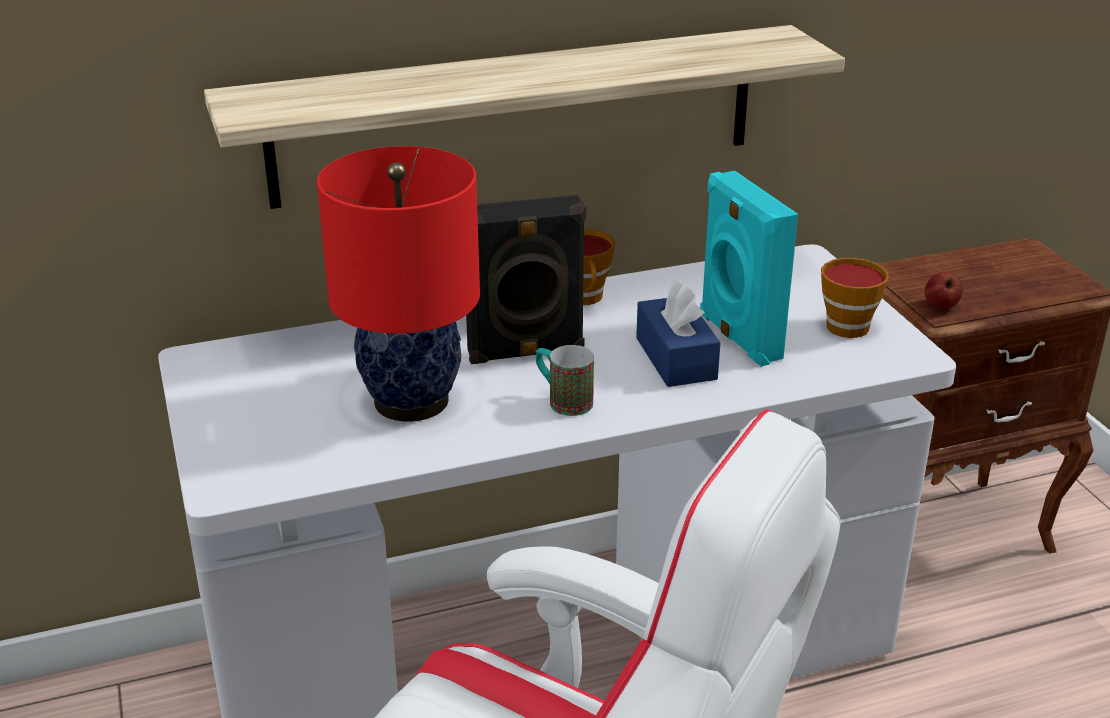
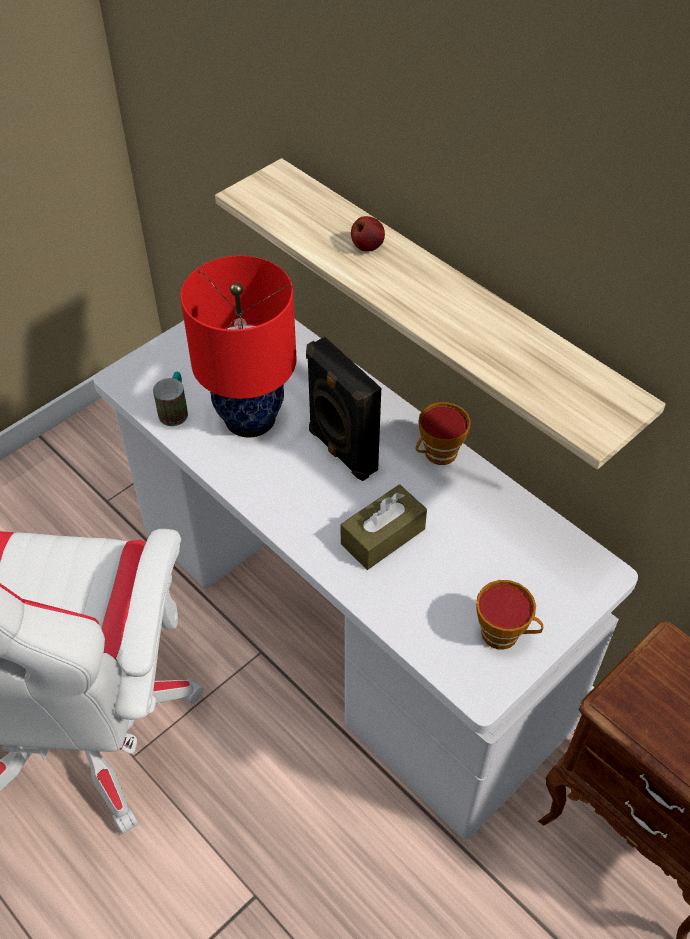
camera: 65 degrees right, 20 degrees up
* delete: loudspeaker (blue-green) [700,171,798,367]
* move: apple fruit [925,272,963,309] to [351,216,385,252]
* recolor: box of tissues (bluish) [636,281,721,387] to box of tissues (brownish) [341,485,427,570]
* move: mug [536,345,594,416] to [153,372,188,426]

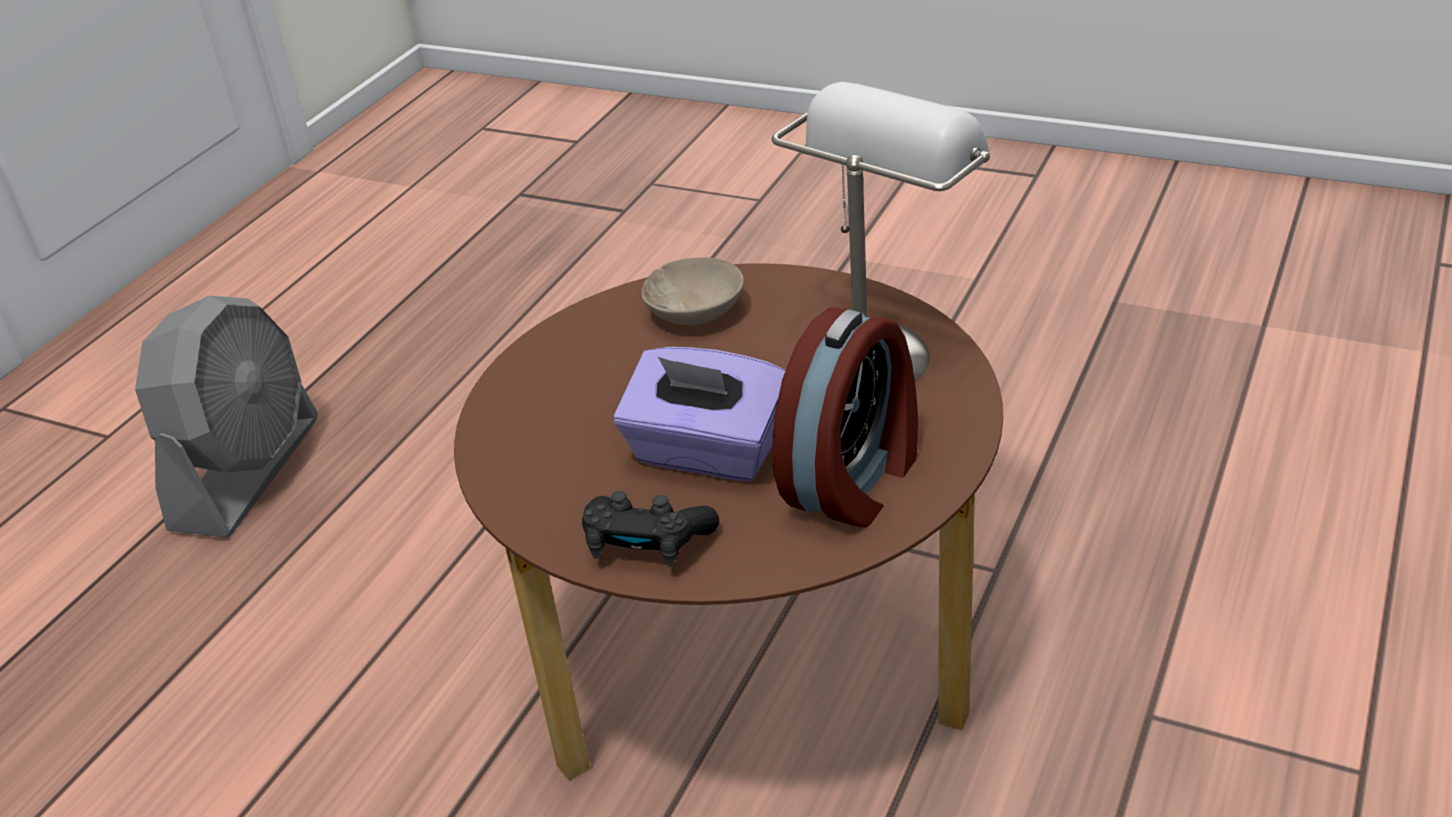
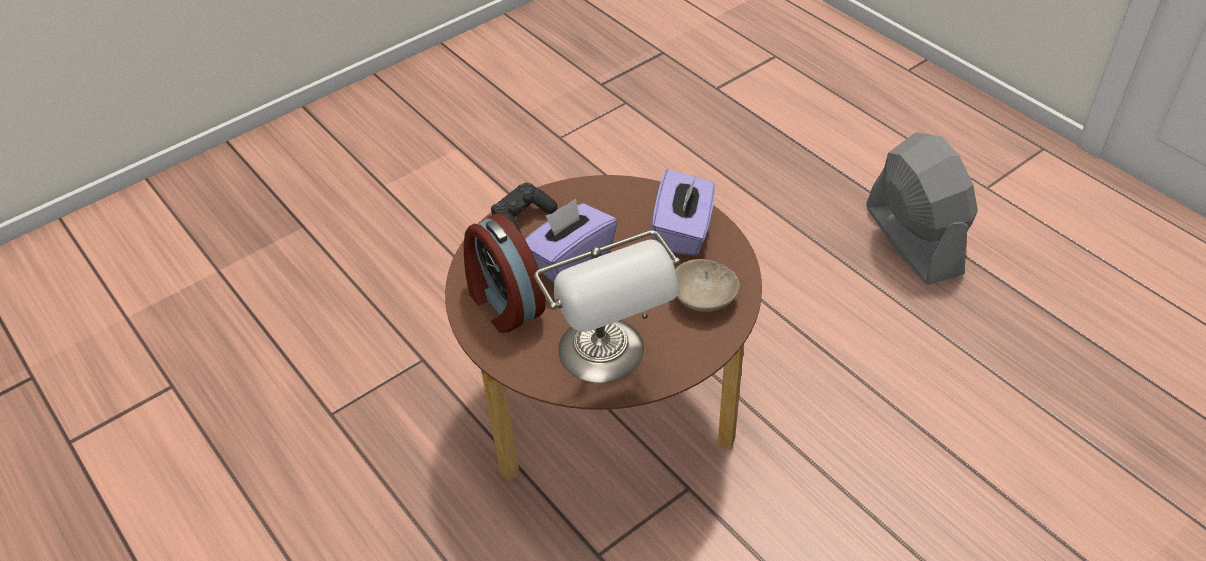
camera: 115 degrees right, 10 degrees up
* rotate: electric fan (grey) [135,296,318,537] = [866,132,978,285] 150 degrees counterclockwise
* insert: box of tissues (purple) [652,169,715,256]

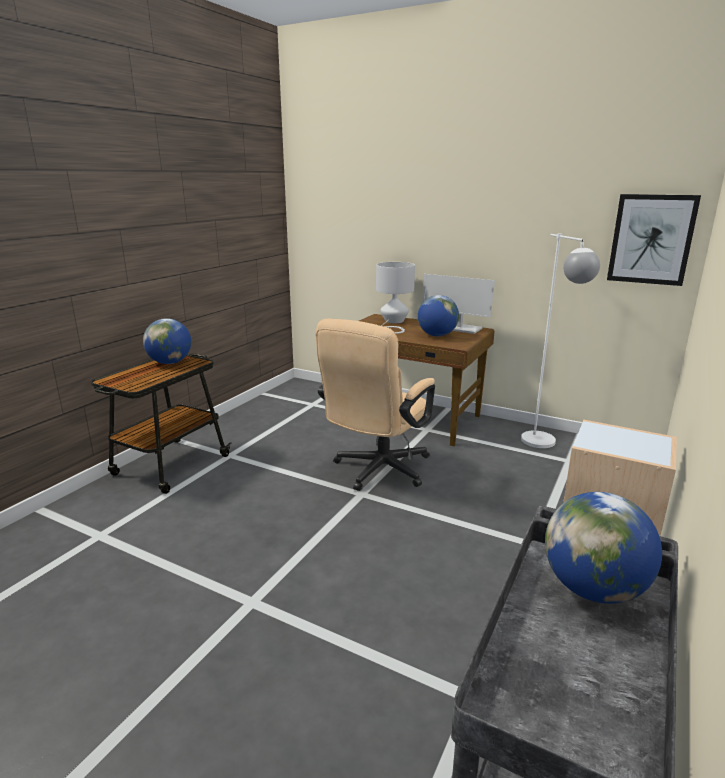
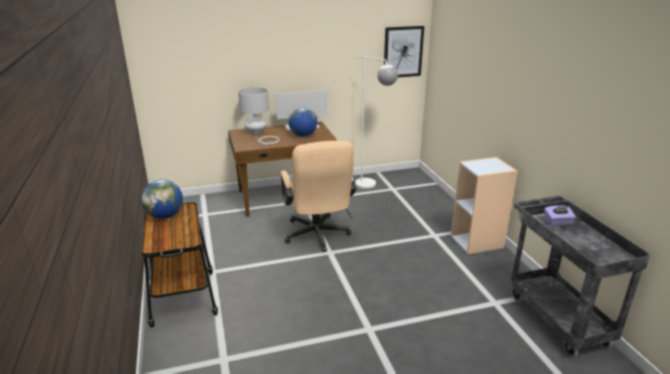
camera: 45 degrees left, 5 degrees up
* replace: globe [545,492,662,604] to box of tissues (purple) [544,205,576,226]

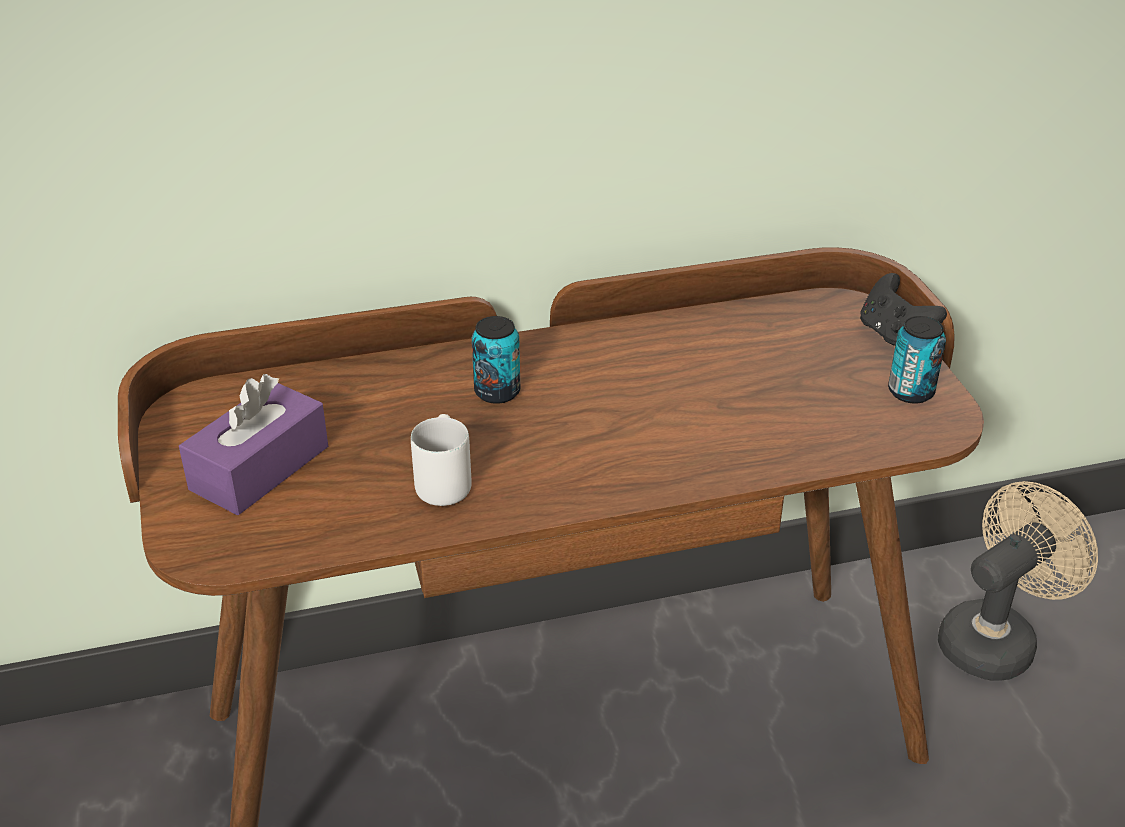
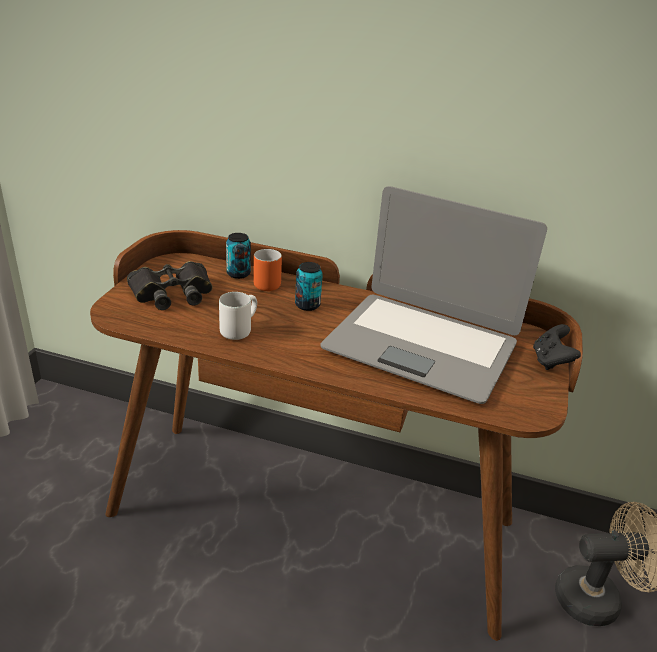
camera: 30 degrees right, 5 degrees down
* move: sealed can [888,316,946,404] to [226,233,251,279]
* replace: box of tissues (purple) [179,374,328,515] to binoculars (blackish) [127,261,212,310]
* insert: laptop [321,186,547,404]
* insert: mug (orangey) [254,249,282,291]

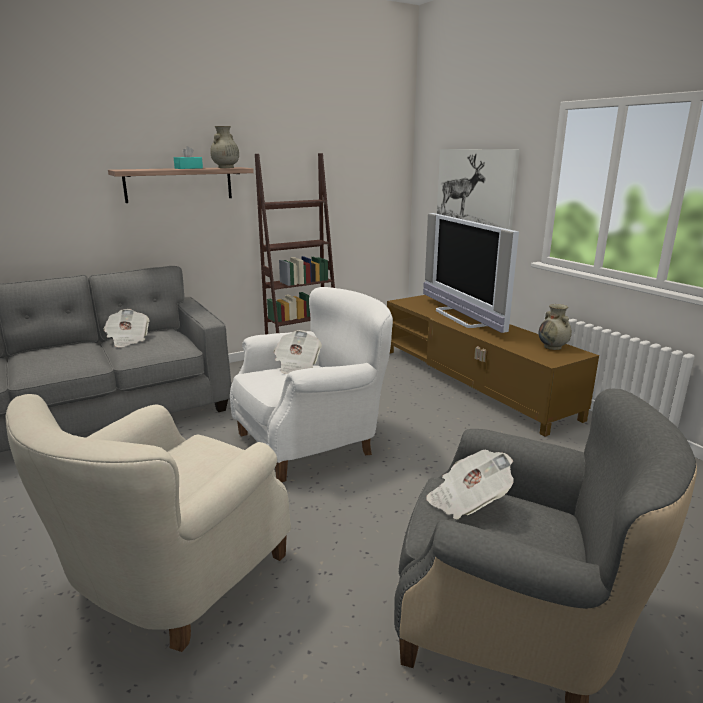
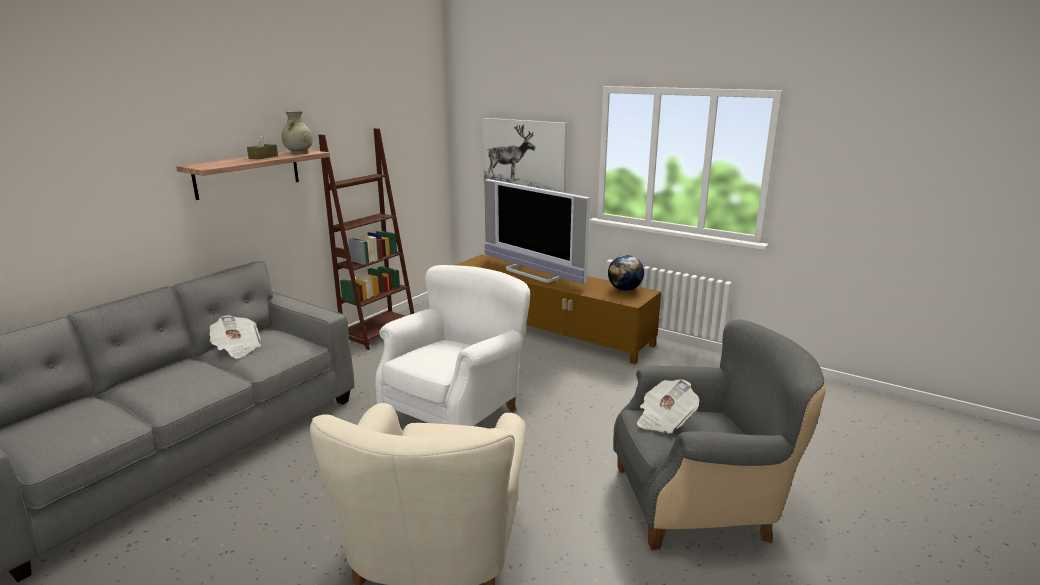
camera: 25 degrees left, 0 degrees up
* recolor: box of tissues (blue-green) [174,146,203,169] to box of tissues (brownish) [247,135,278,159]
* replace: flower vase (beige-coloured) [538,304,572,350] to globe [608,255,644,291]
* delete: daily paper [274,330,322,374]

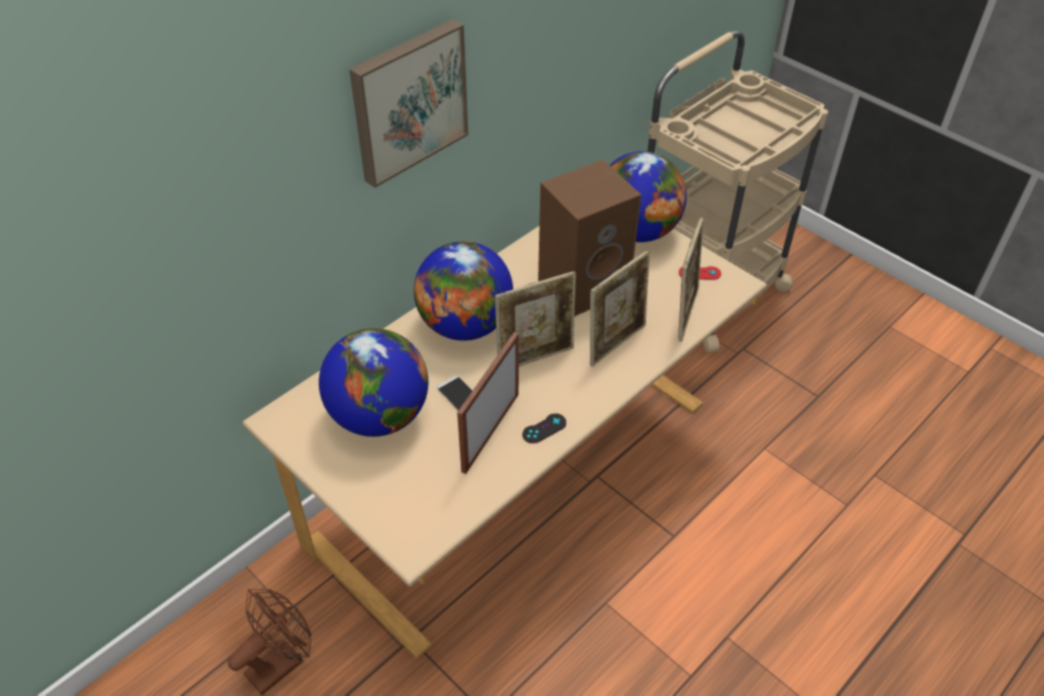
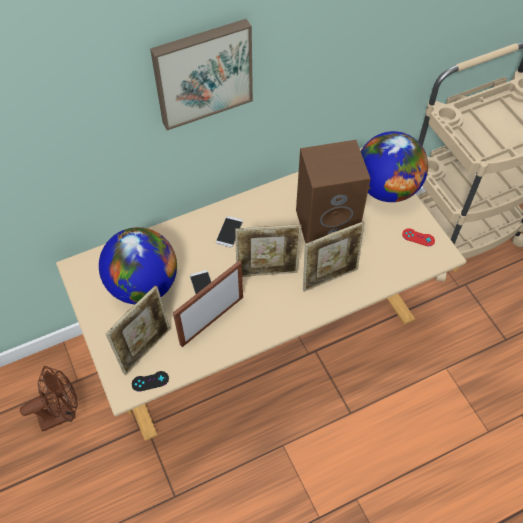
camera: 20 degrees right, 10 degrees up
* move: standing frame [678,217,704,342] to [105,285,170,375]
* replace: globe [414,241,513,341] to phone [216,216,243,248]
* move: gamepad (blackish) [522,413,566,443] to [132,371,169,392]

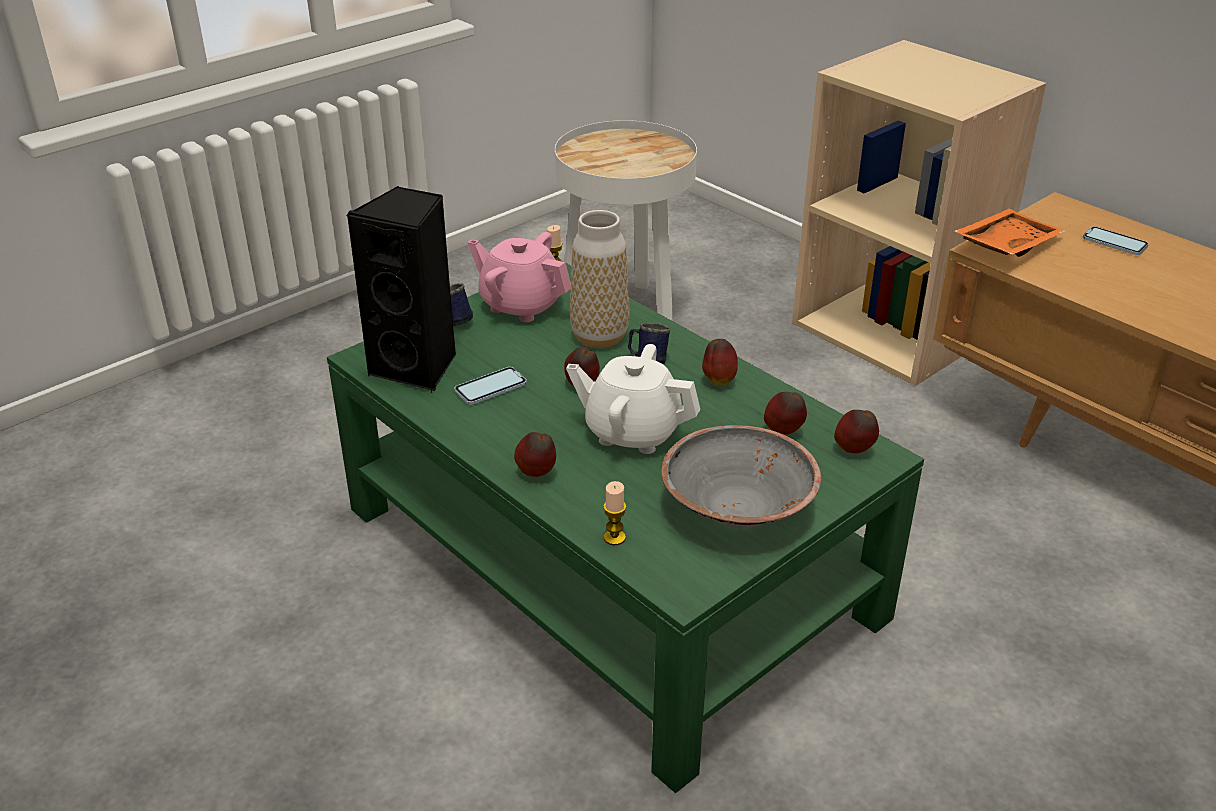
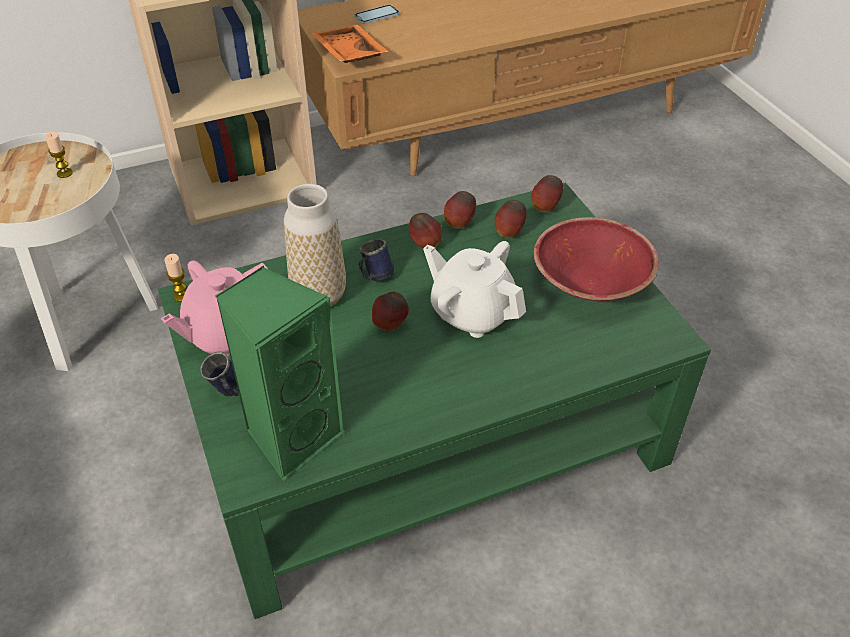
camera: 70 degrees left, 10 degrees up
* recolor: loudspeaker (blackish) [346,186,457,392] to loudspeaker (green) [215,266,345,481]
* rotate: tea pot (white) [566,344,700,454] = [423,241,526,338] 90 degrees clockwise
* delete: phone [454,367,527,405]
* recolor: bowl (grey) [661,425,821,529] to bowl (reddish) [534,217,659,301]
* move: apple fruit [514,432,556,477] to [444,191,476,228]
* move: wax light [603,481,626,545] to [45,131,73,178]

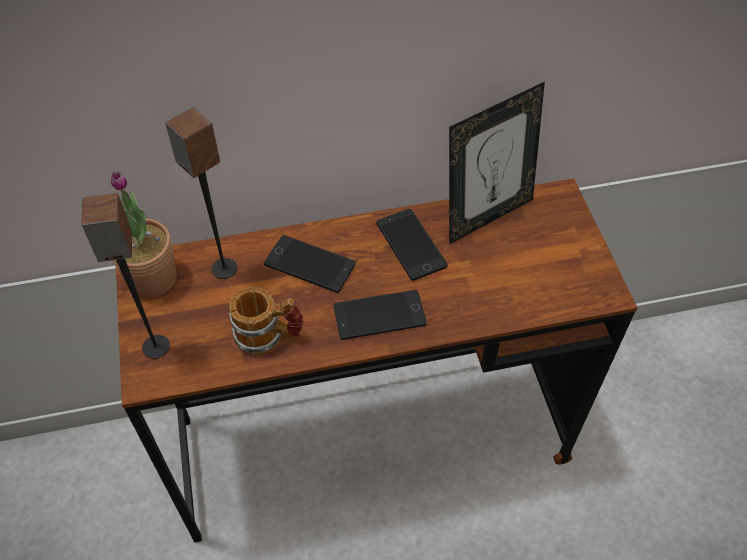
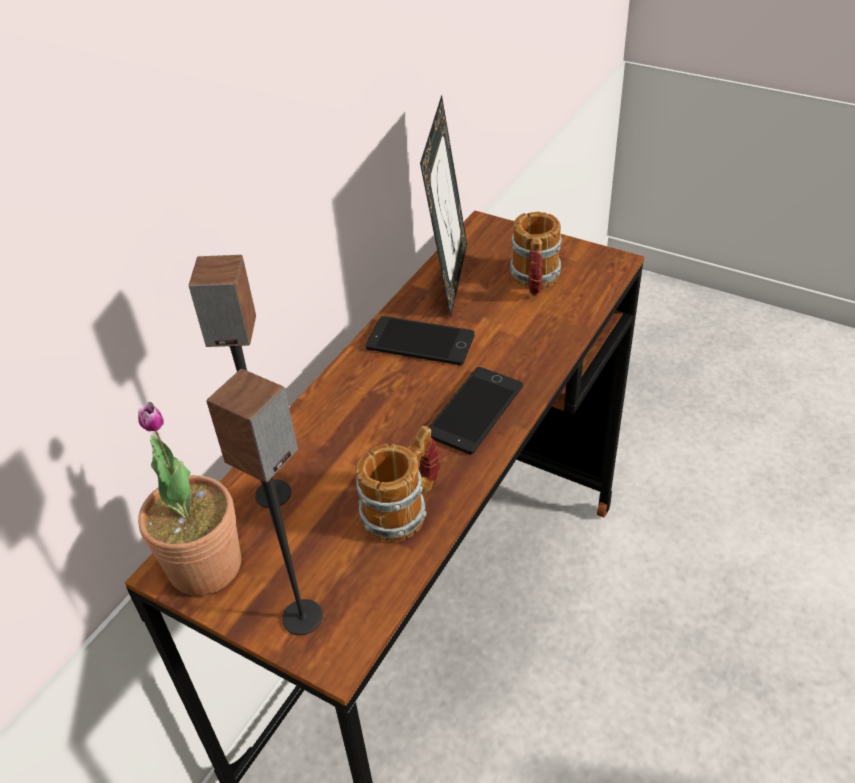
camera: 45 degrees left, 10 degrees down
* delete: phone [264,235,355,293]
* insert: mug [510,212,562,296]

